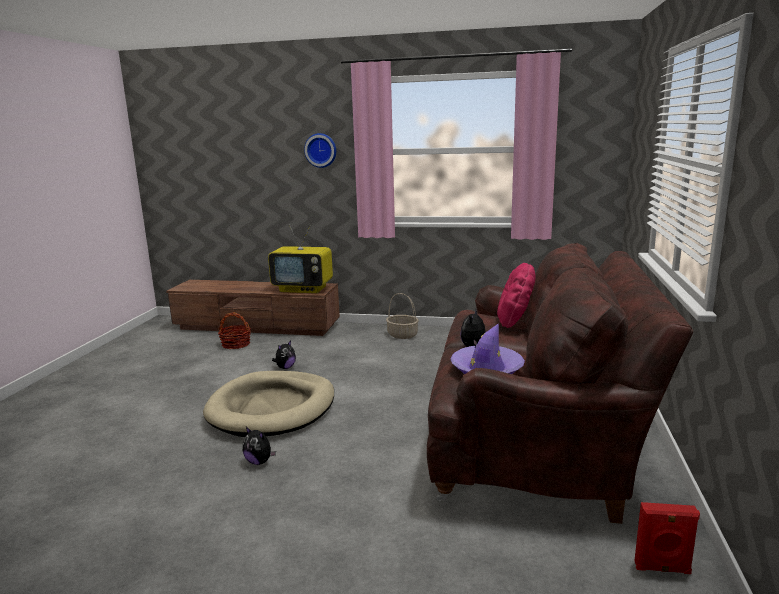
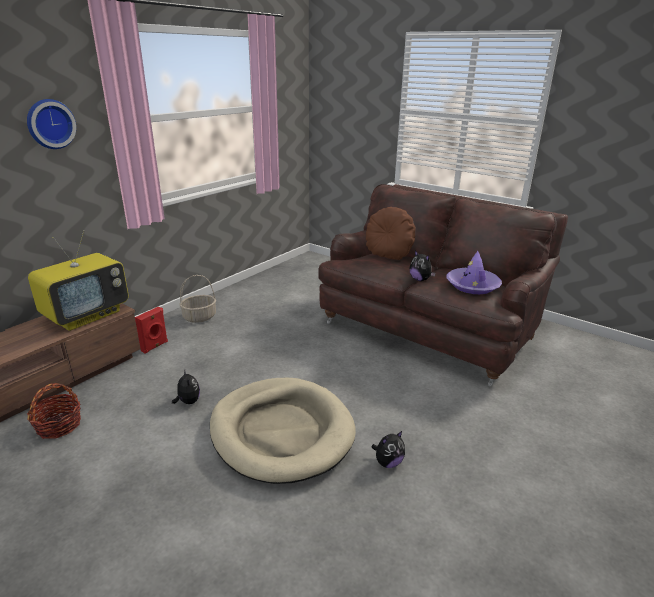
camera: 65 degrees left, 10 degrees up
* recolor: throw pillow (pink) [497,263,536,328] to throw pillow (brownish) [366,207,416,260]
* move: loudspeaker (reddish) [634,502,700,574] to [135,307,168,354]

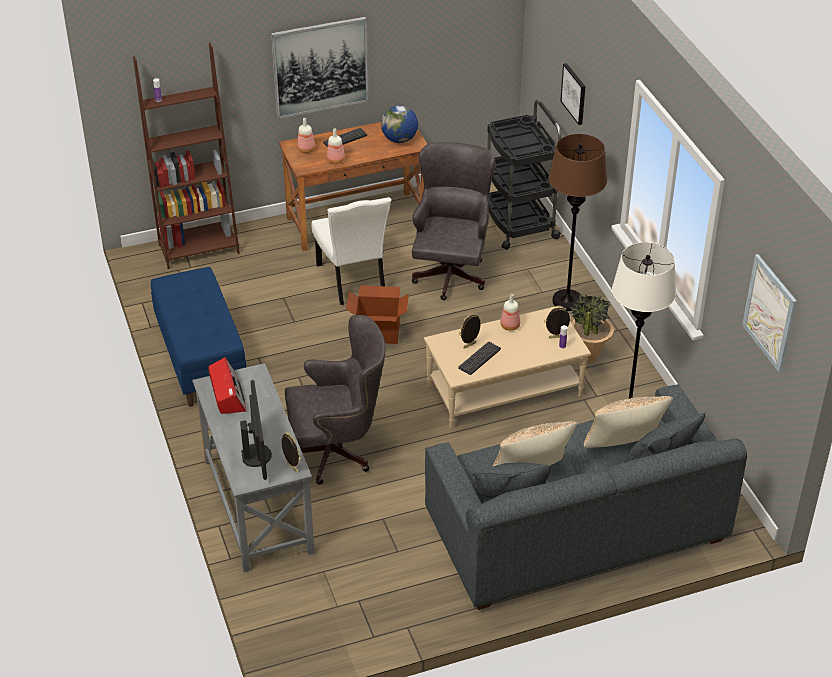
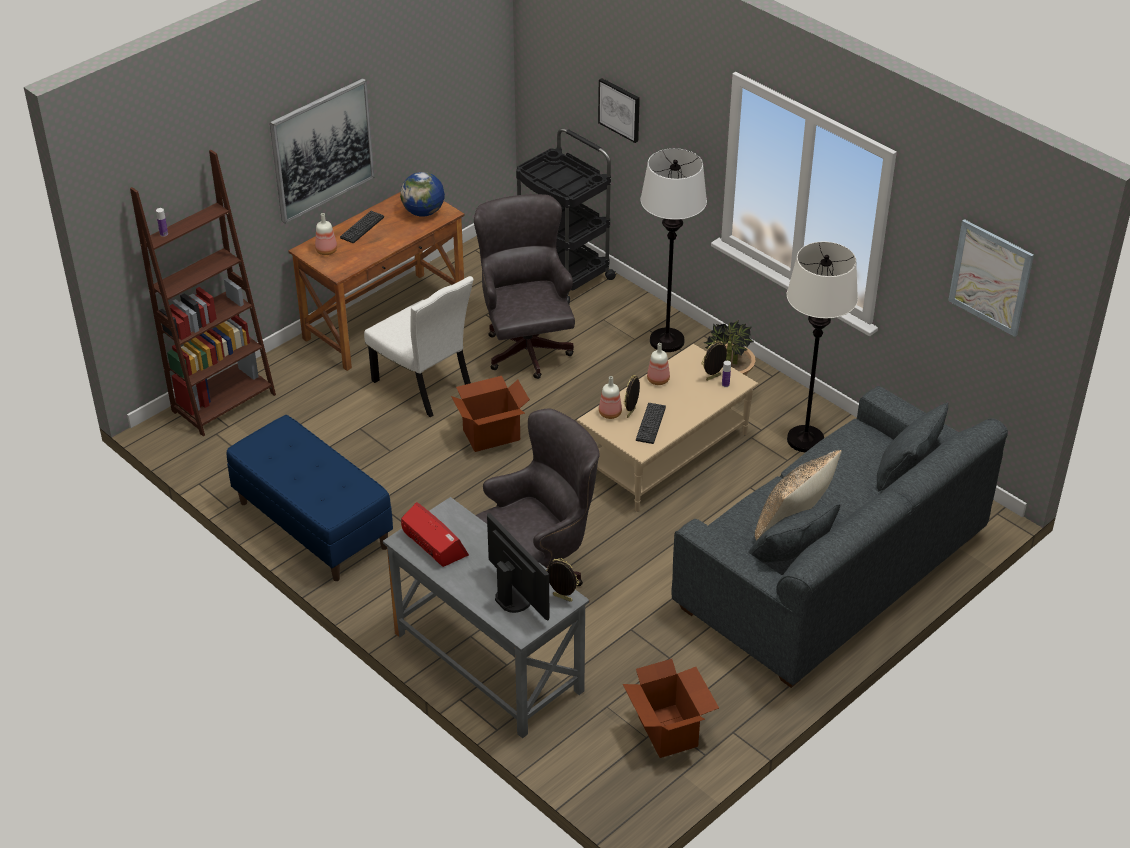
camera: 25 degrees left, 0 degrees up
* move: bottle [327,129,345,164] to [599,376,622,419]
* recolor: standing lamp (brownish) [549,134,607,311] to standing lamp (white) [640,148,707,352]
* delete: throw pillow (beige-coloured) [584,396,673,448]
* insert: packing box [623,659,719,758]

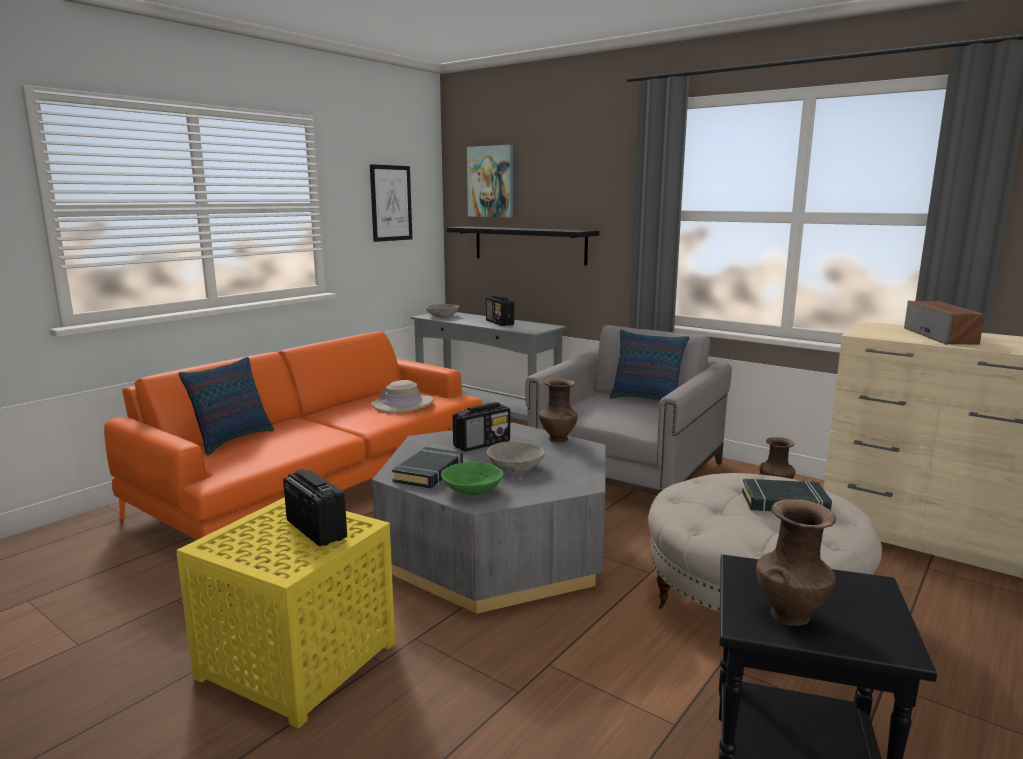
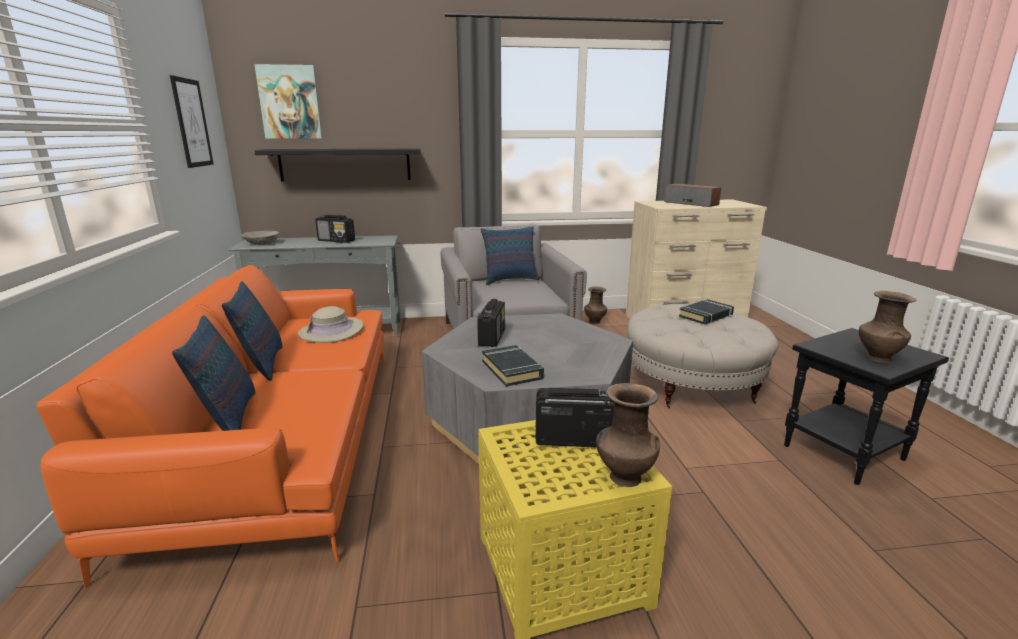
camera: 45 degrees left, 5 degrees up
* move: flower vase (brownish) [539,378,578,443] to [596,383,660,487]
* delete: bowl (grey) [487,441,545,472]
* delete: bowl (green) [441,462,504,495]
* insert: throw pillow (bluish) [222,281,282,381]

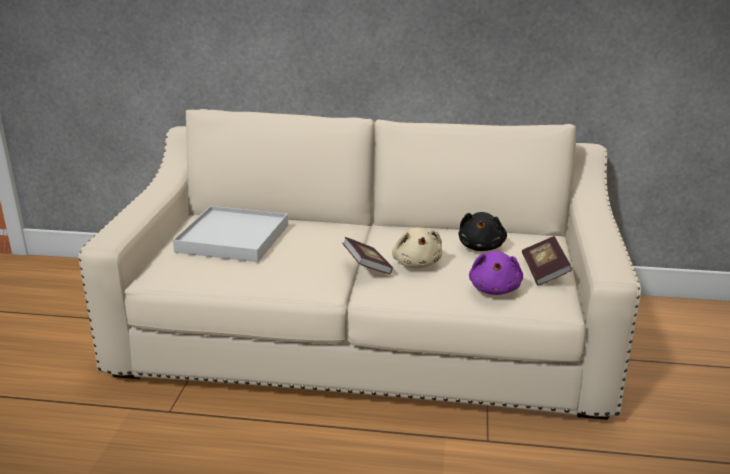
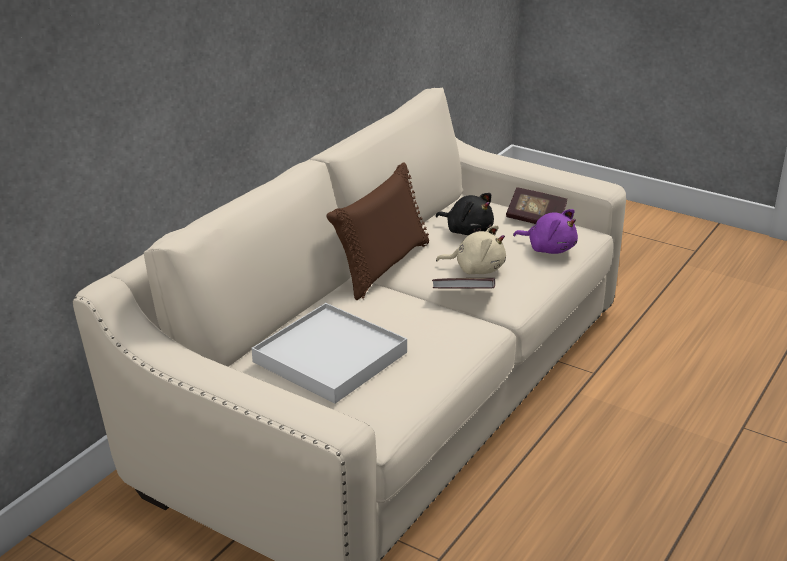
camera: 65 degrees left, 5 degrees up
* insert: throw pillow (brownish) [326,162,429,300]

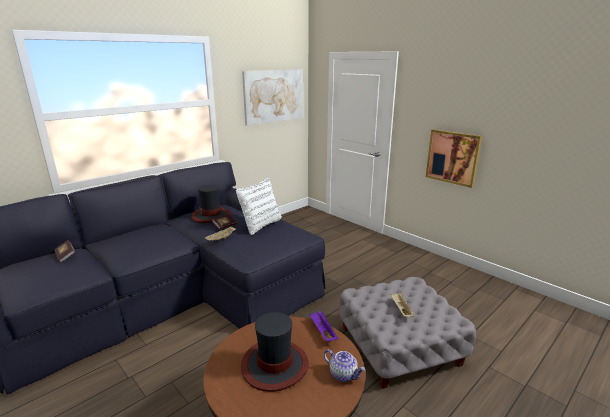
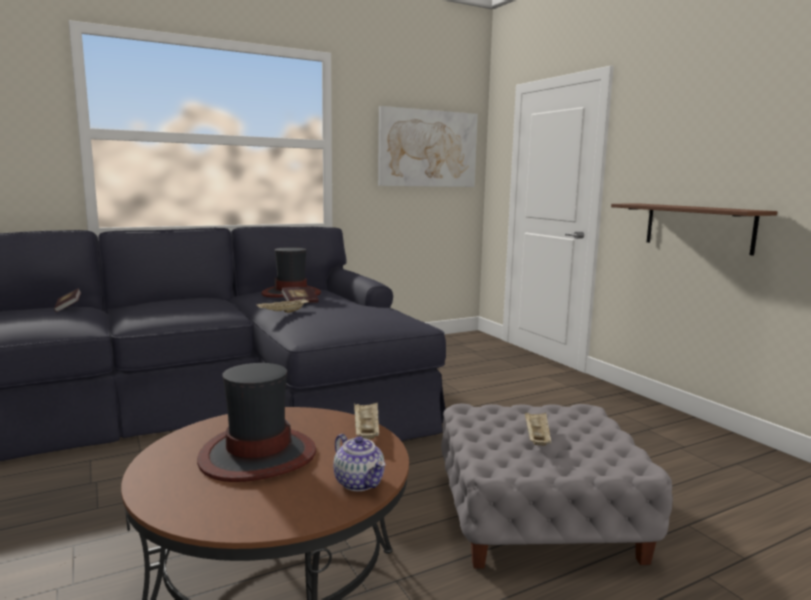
camera: 15 degrees right, 10 degrees down
* replace: picture [426,129,482,188] to shelf (brownish) [611,204,778,256]
* delete: throw pillow (white) [236,178,282,235]
* recolor: tray (purple) [310,311,338,341] to tray (beige-coloured) [354,402,379,439]

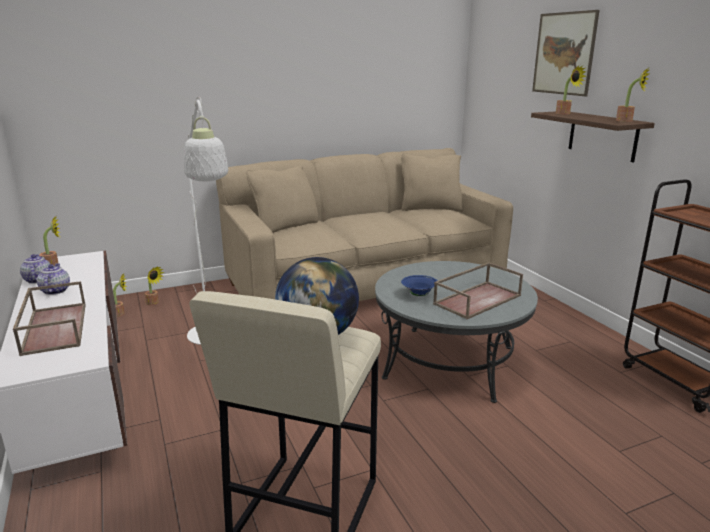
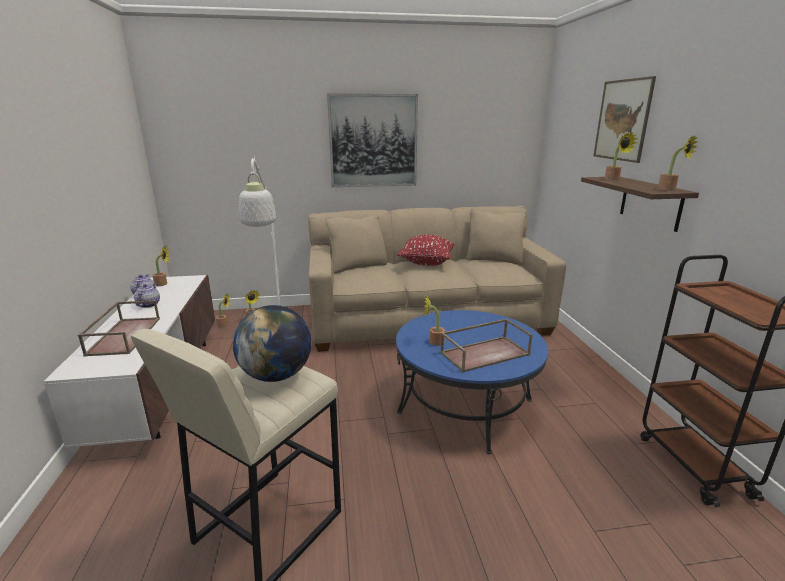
camera: 15 degrees right, 0 degrees up
* recolor: coffee table (grey) [375,261,538,403] to coffee table (bluish) [396,310,548,454]
* replace: bowl (bluish) [401,275,437,296] to plant in a pot [424,295,445,346]
* insert: picture [327,94,418,187]
* insert: throw pillow (reddish) [397,234,455,266]

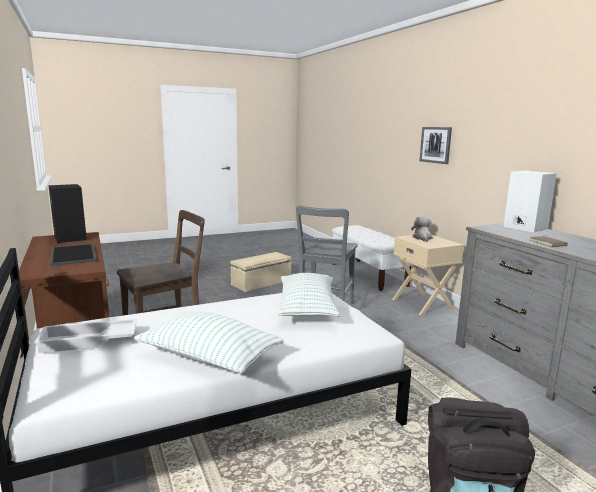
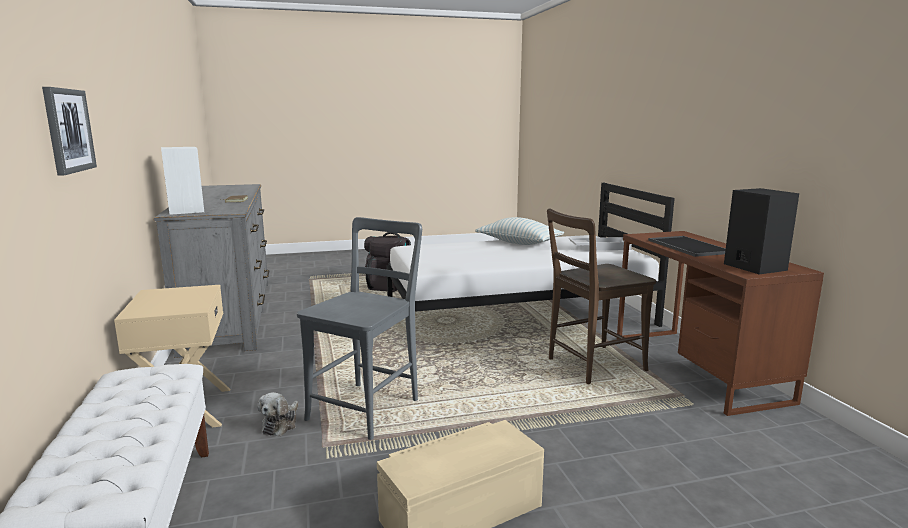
camera: 170 degrees left, 0 degrees up
* move: plush toy [411,216,433,242] to [258,392,298,436]
* delete: throw pillow [277,273,340,317]

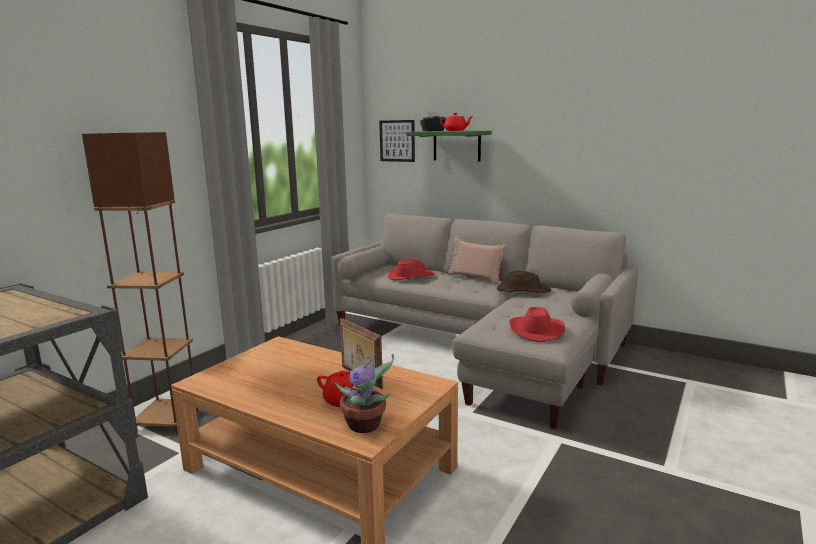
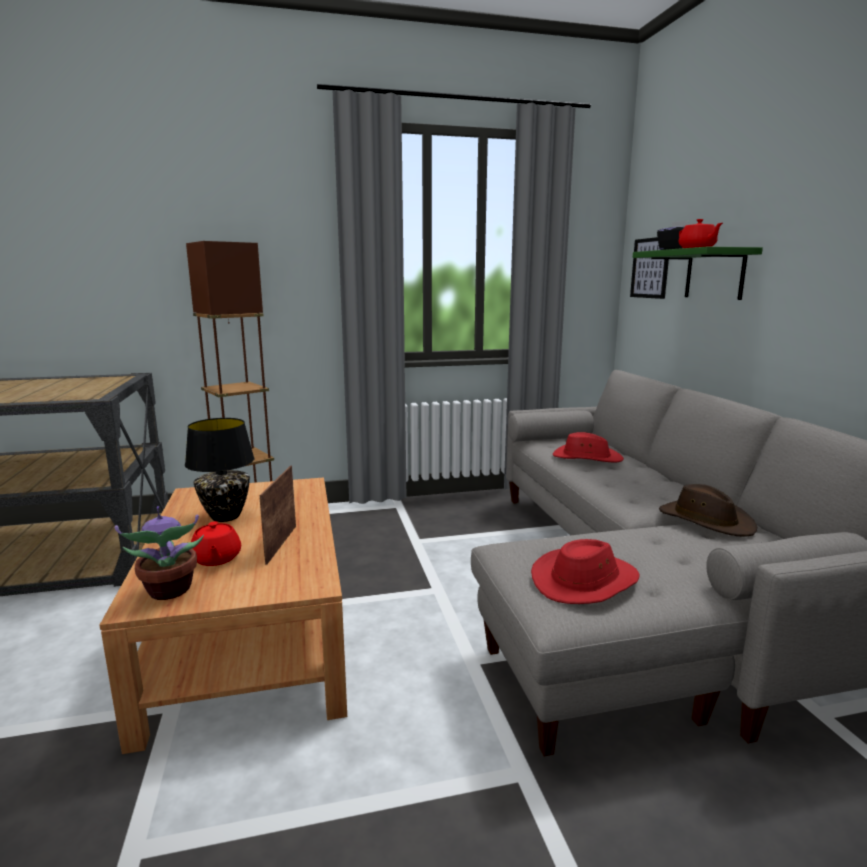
camera: 45 degrees right, 0 degrees up
* delete: throw pillow (beige-coloured) [447,238,507,284]
* insert: tabletop lamp (blackish) [185,418,255,522]

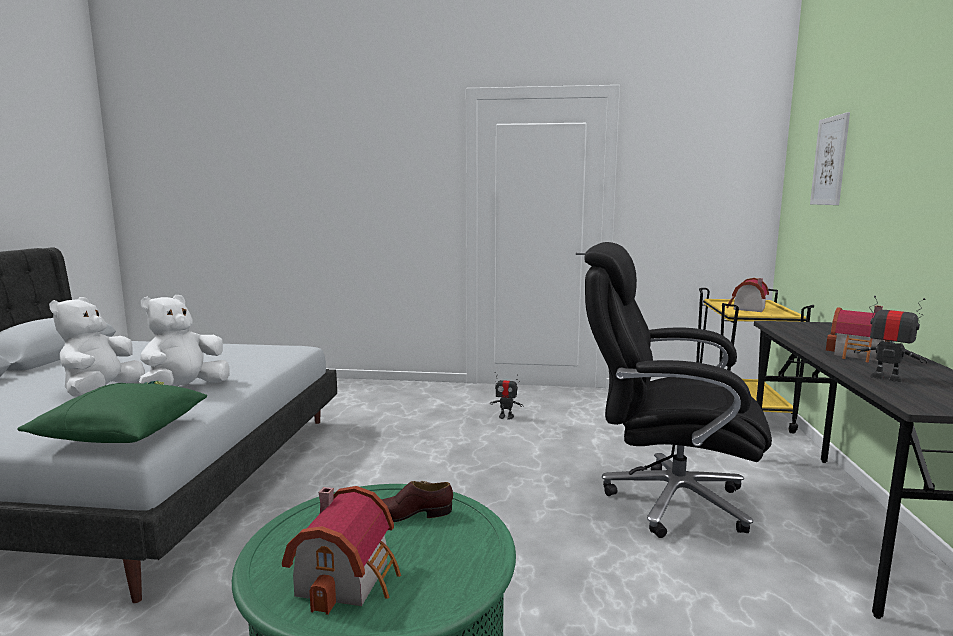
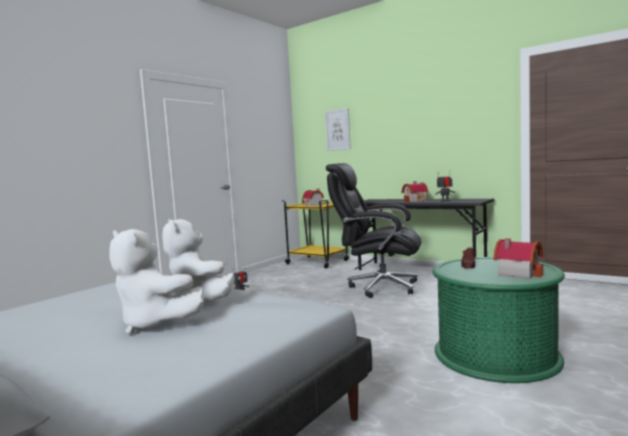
camera: 60 degrees left, 5 degrees down
* rotate: computer chair (blackish) [585,242,772,538] = [326,163,421,298] 60 degrees clockwise
* delete: throw pillow (green) [17,381,207,443]

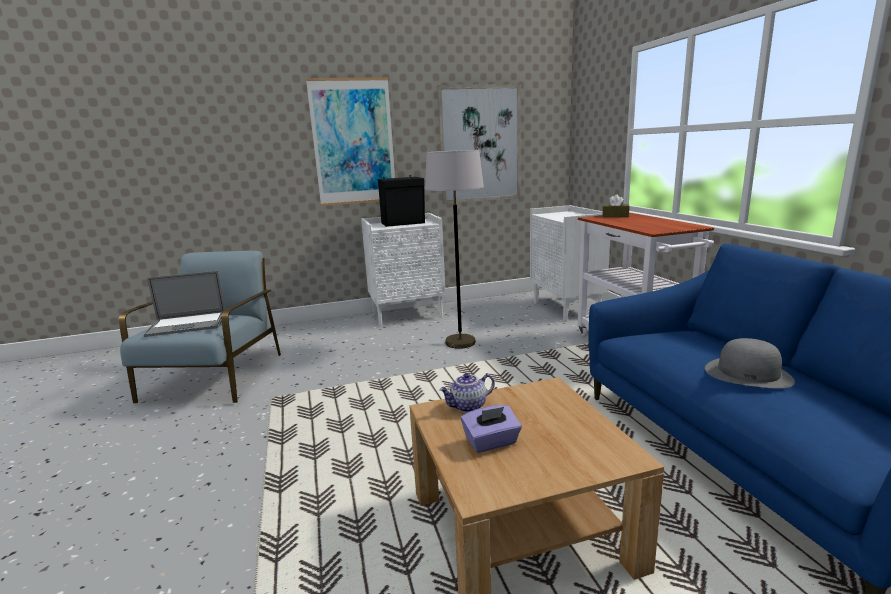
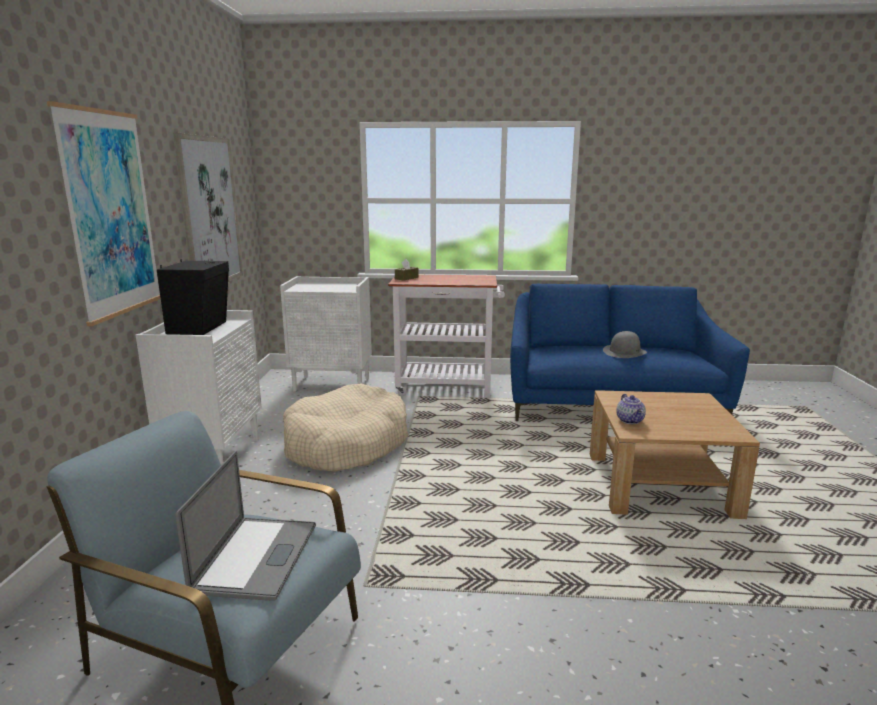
camera: 70 degrees left, 0 degrees up
* replace: standing lamp (grey) [425,150,484,349] to dog cushion (beige-coloured) [283,383,408,472]
* delete: box of tissues (purple) [461,405,522,453]

